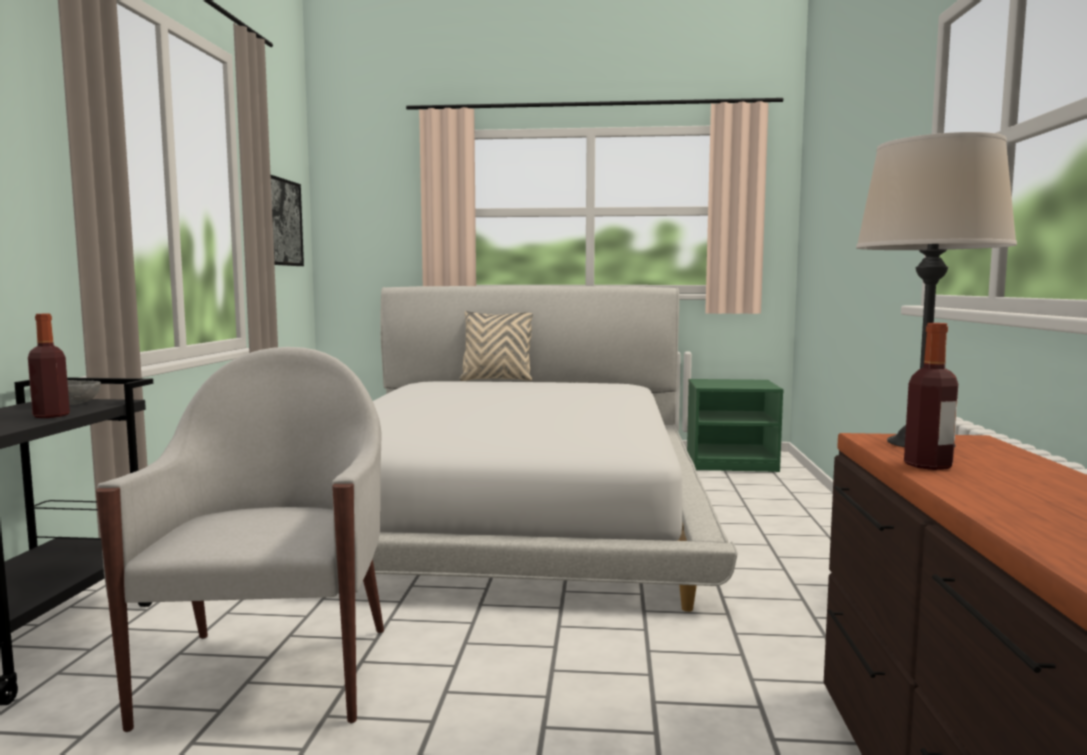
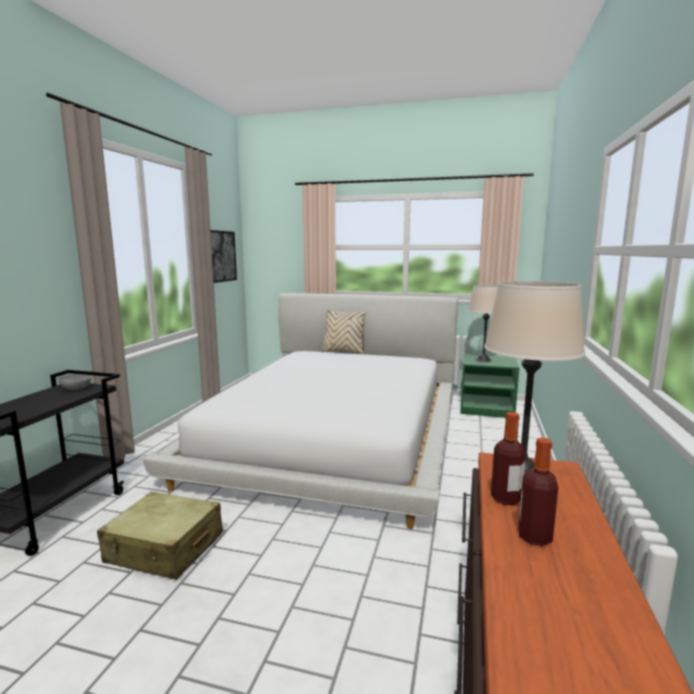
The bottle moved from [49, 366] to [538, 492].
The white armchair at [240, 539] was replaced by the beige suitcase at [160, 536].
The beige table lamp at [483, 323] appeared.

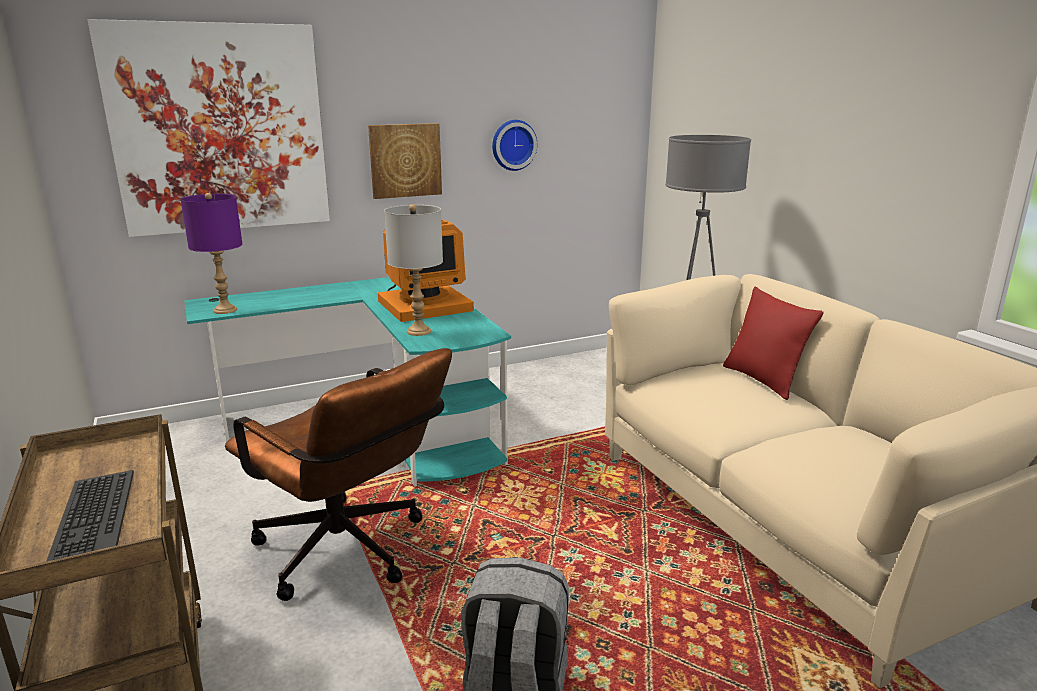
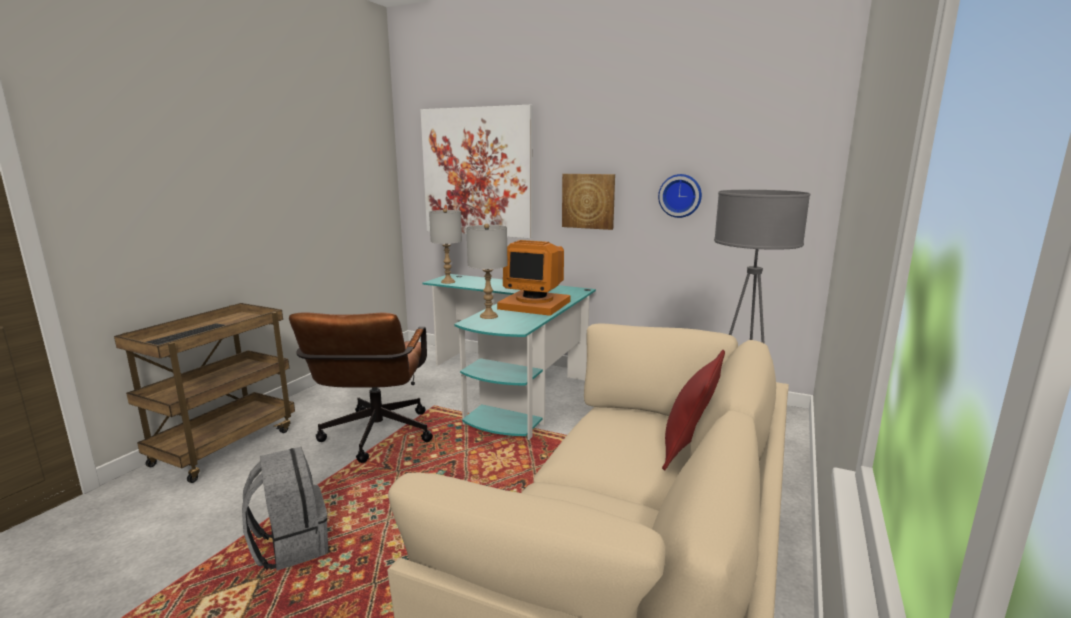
The purple table lamp at [211, 253] became the grey table lamp at [445, 246].

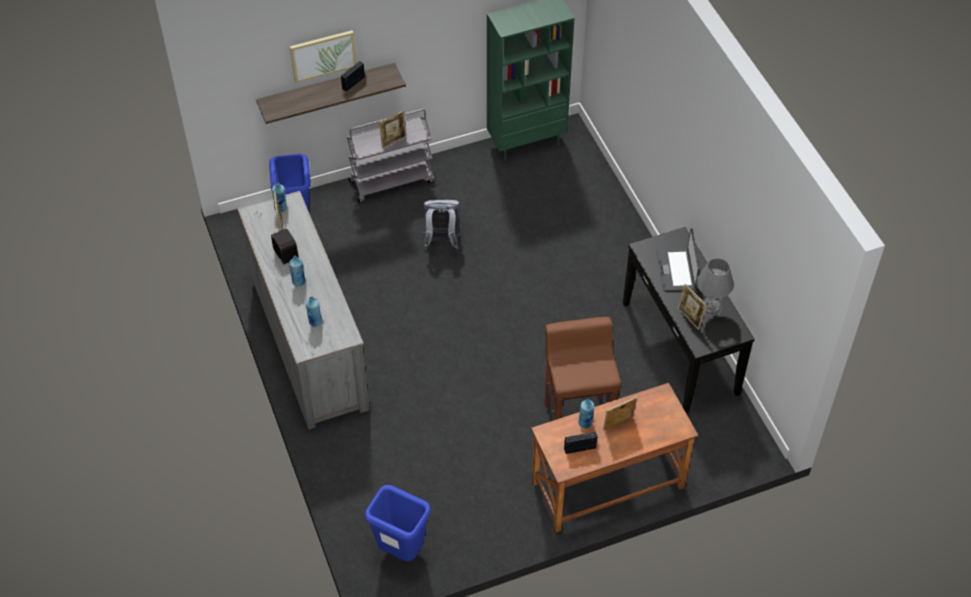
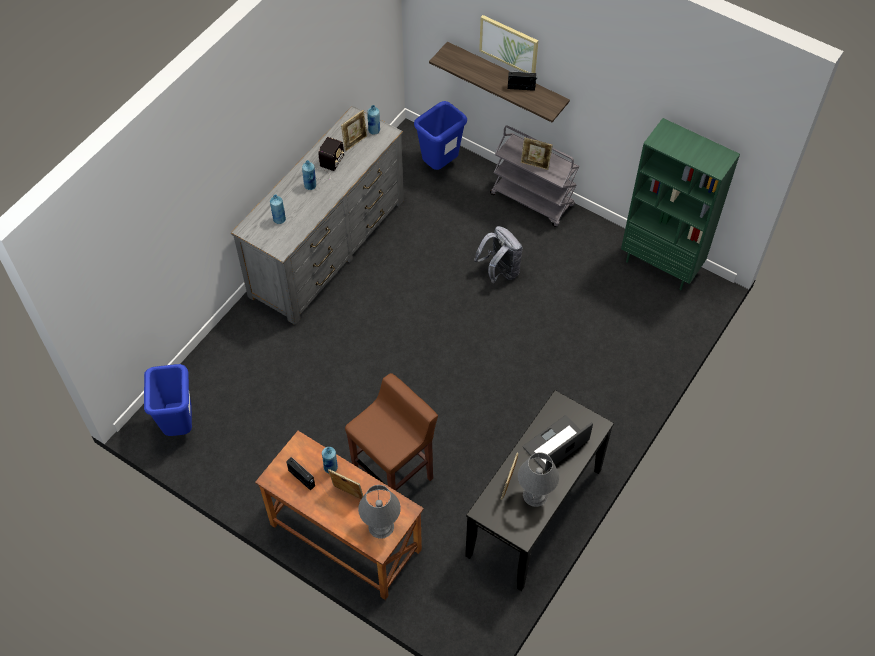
The grey table lamp at [379, 512] appeared.

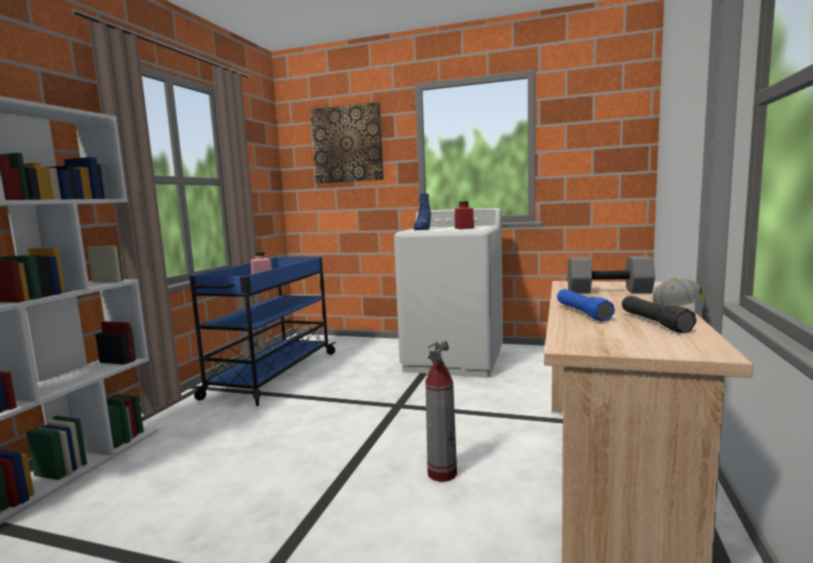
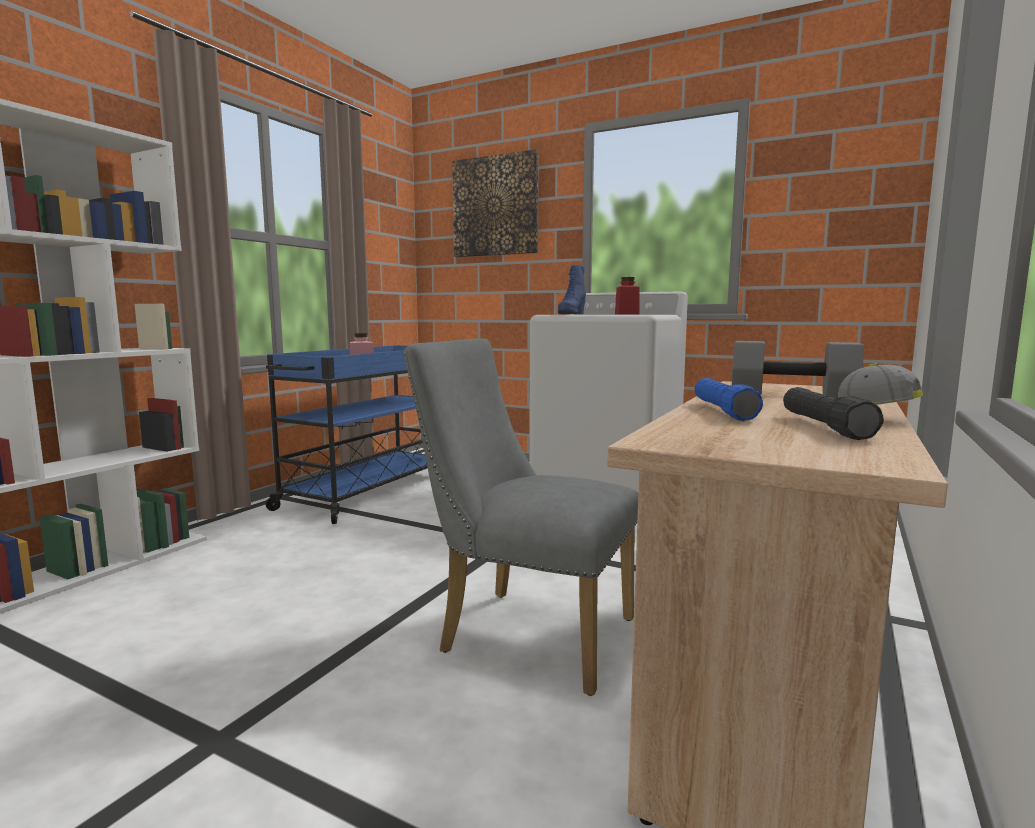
The fire extinguisher at [441, 411] was replaced by the grey chair at [521, 517].

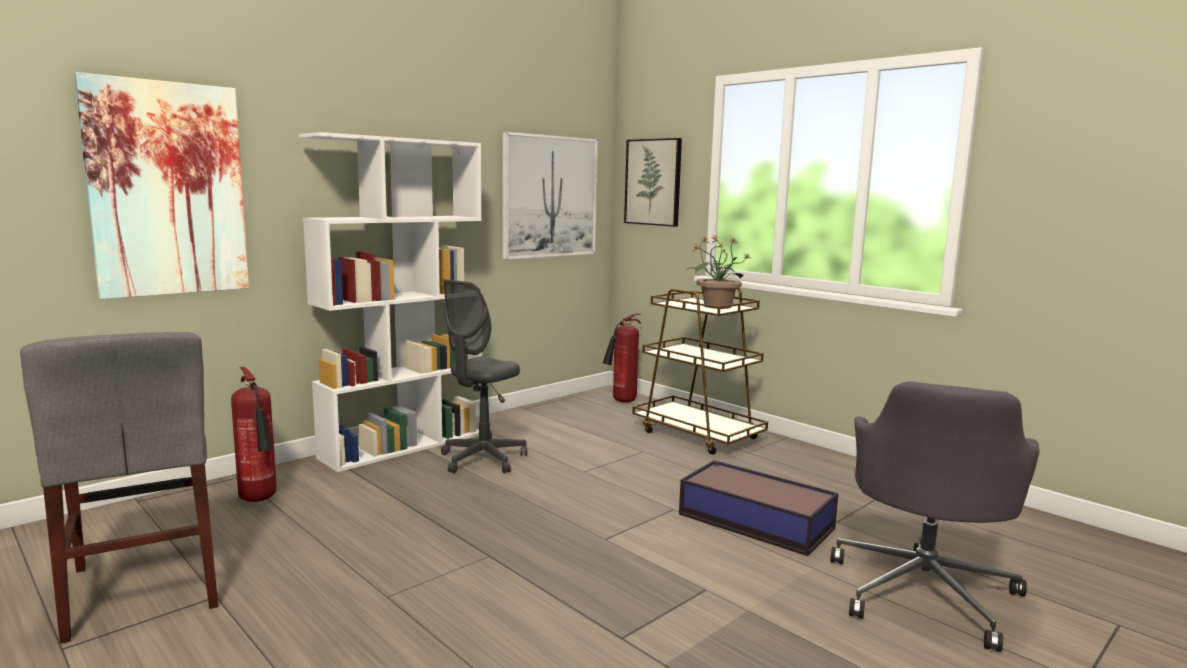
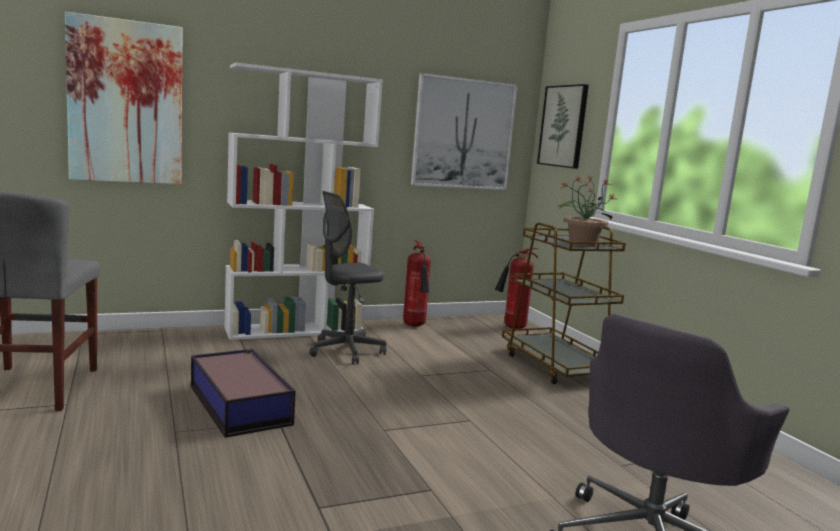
The fire extinguisher moved from [254, 434] to [417, 283].
The storage box moved from [758, 508] to [243, 393].

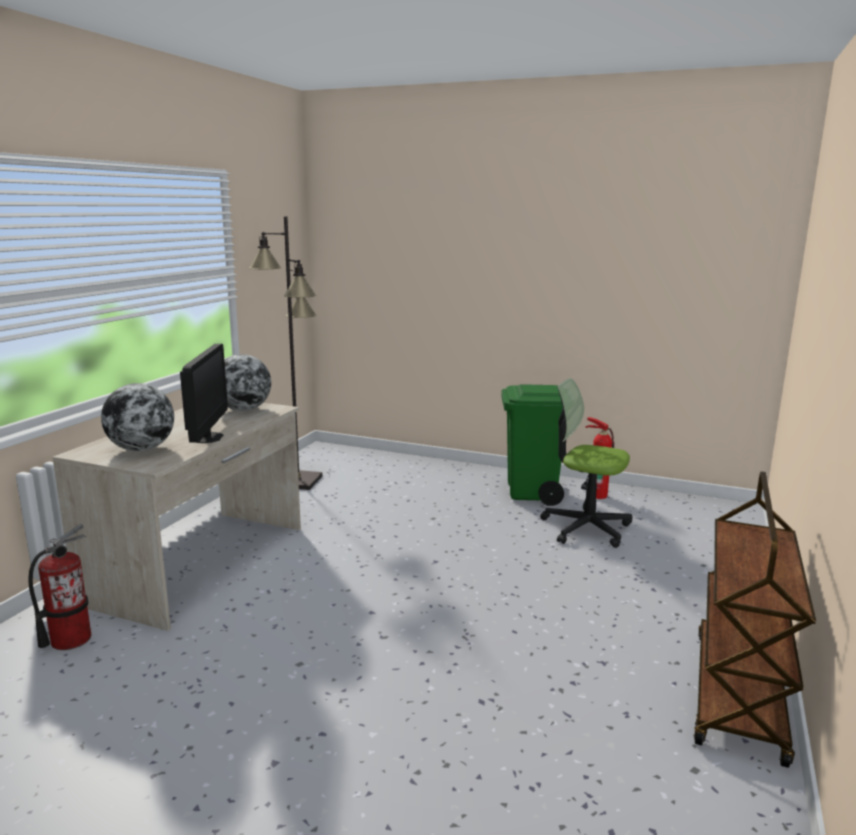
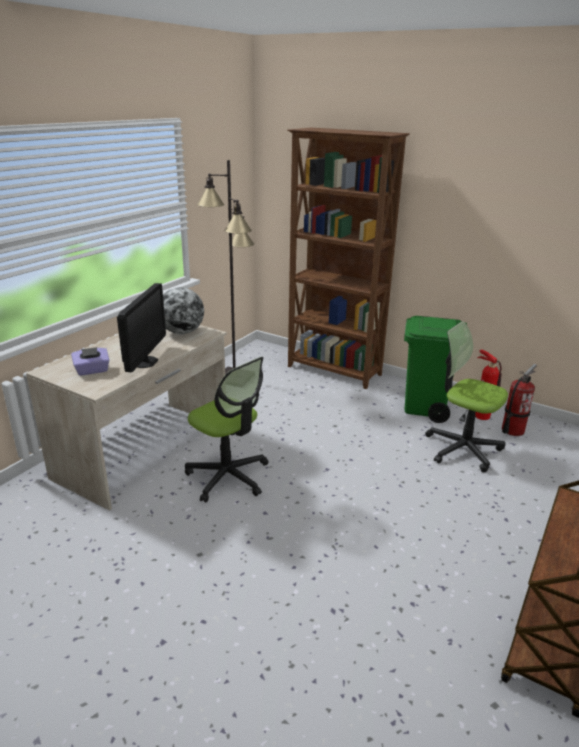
The fire extinguisher moved from [60, 587] to [519, 400].
The globe at [137, 417] was replaced by the purple tissue box at [90, 361].
The office chair at [227, 430] appeared.
The brown bookcase at [348, 258] appeared.

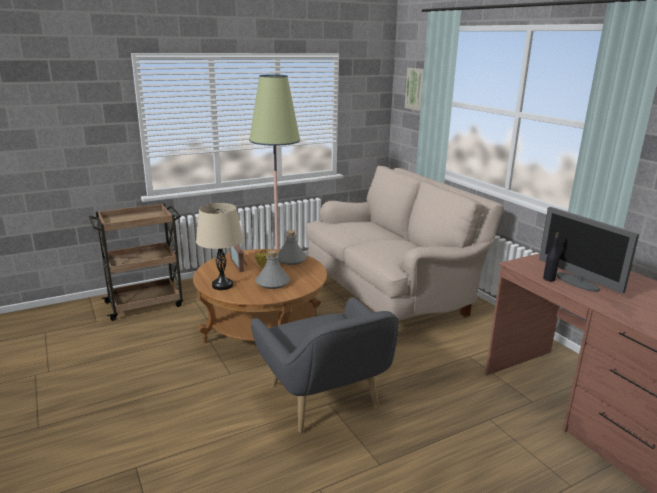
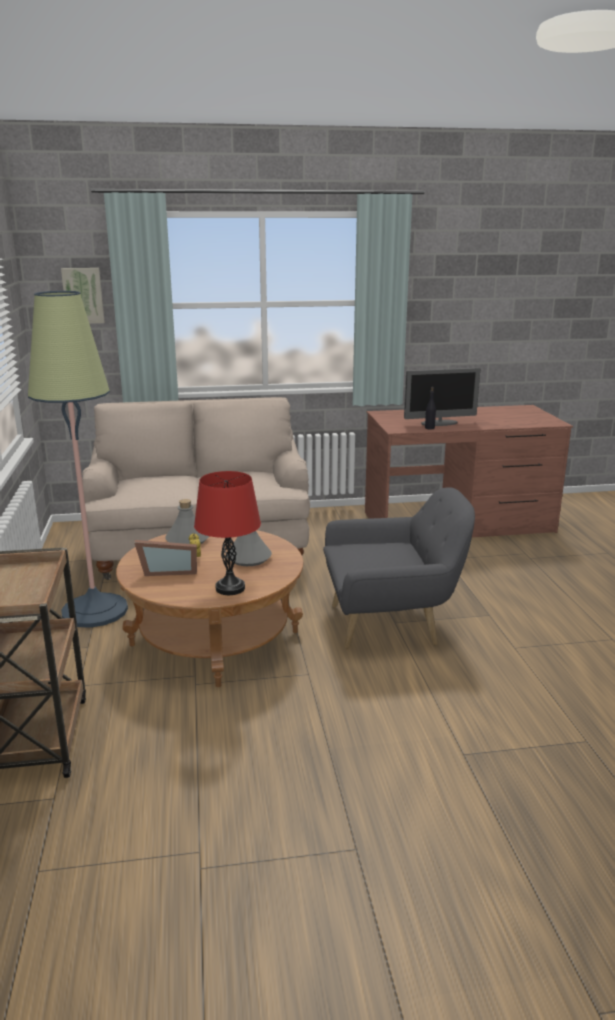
The beige table lamp at [219, 246] became the red table lamp at [227, 533].

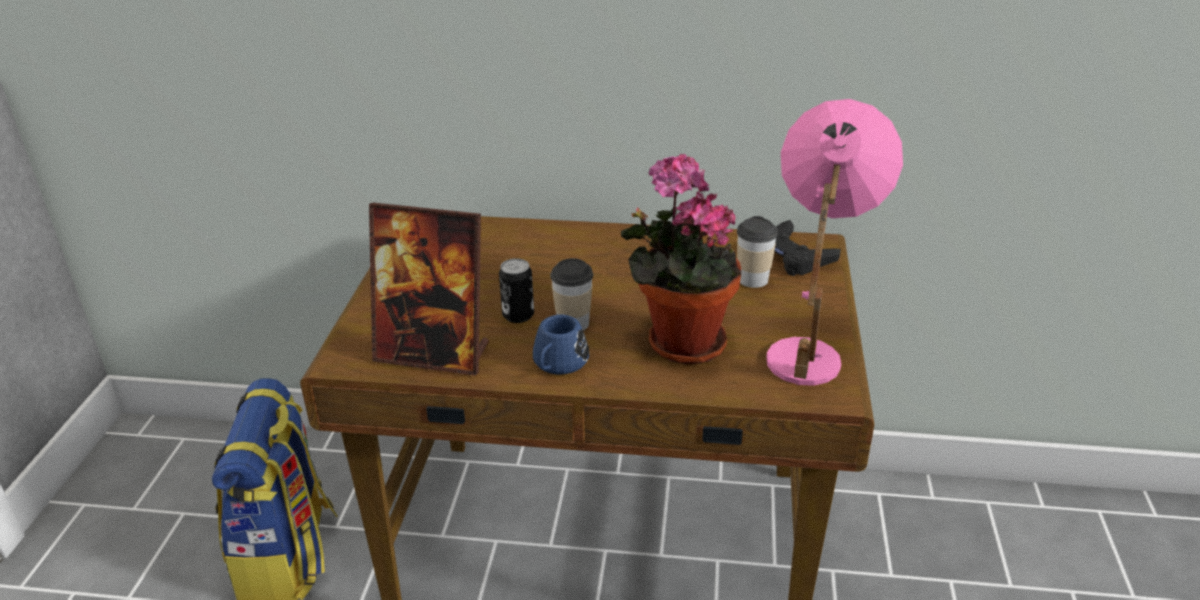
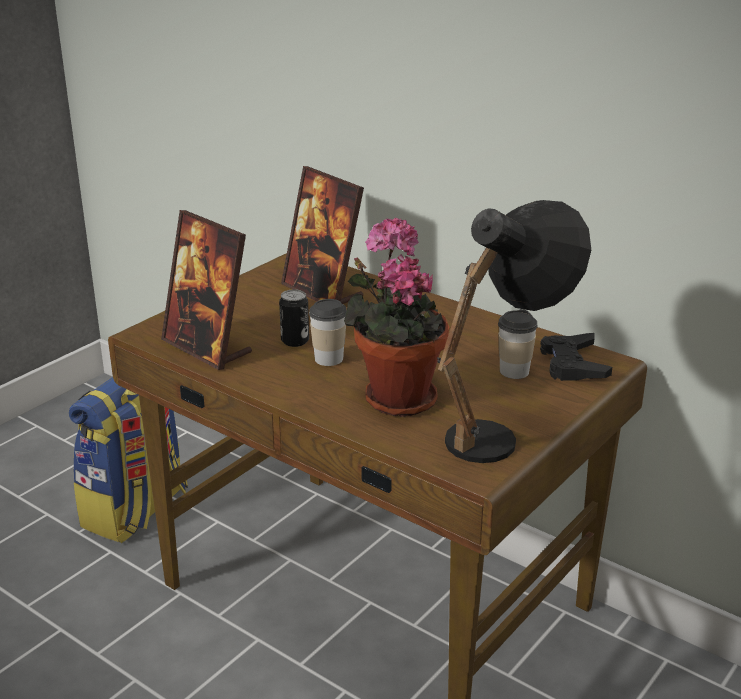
The blue mug at [561, 344] disappeared.
The pink table lamp at [834, 242] became the black table lamp at [514, 331].
The picture frame at [322, 235] appeared.

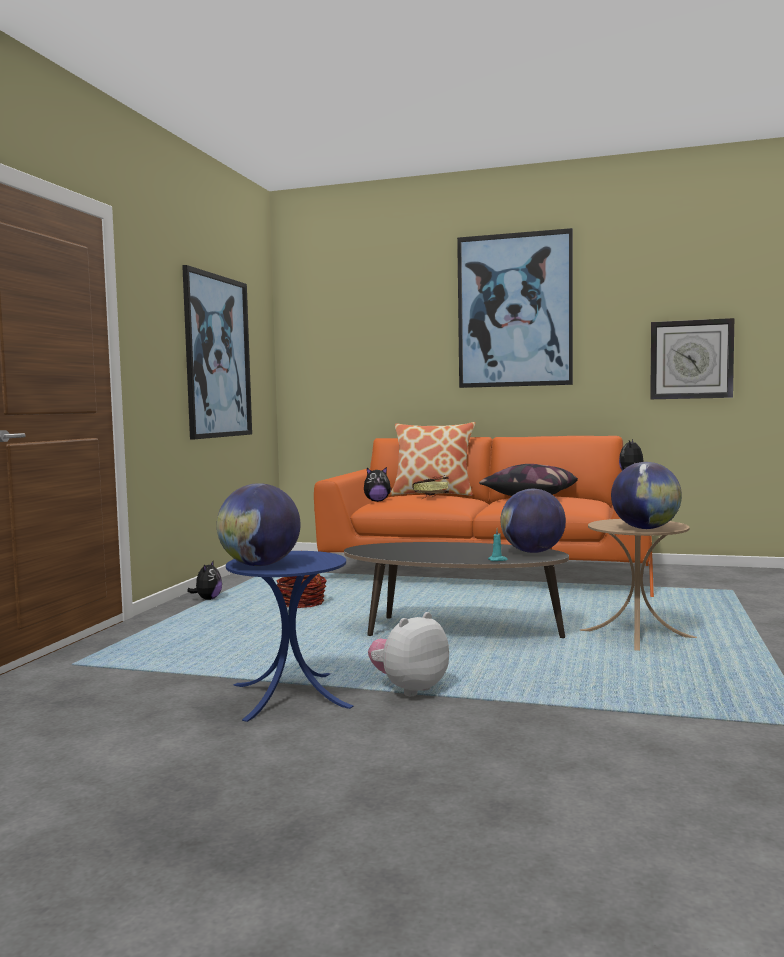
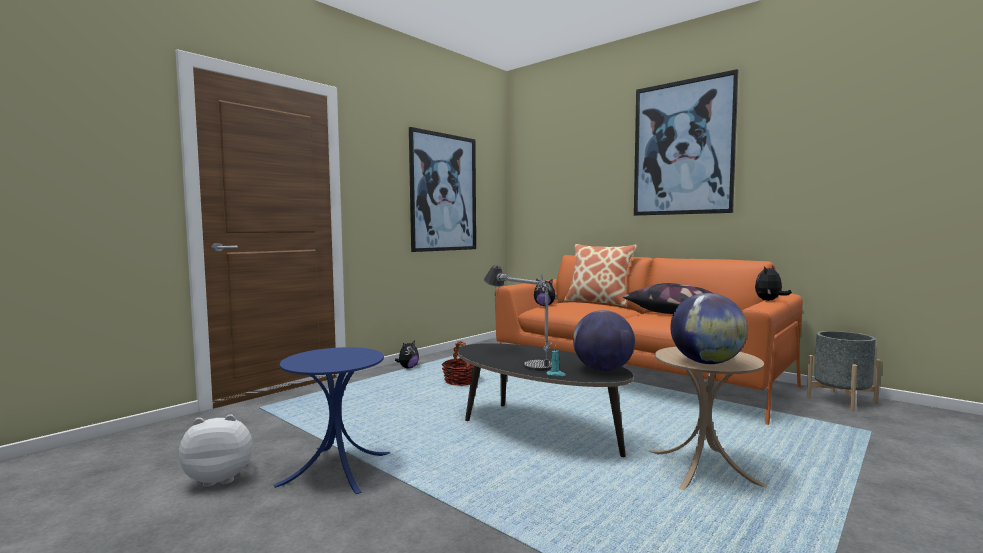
The globe at [259, 524] disappeared.
The plush toy moved from [408, 654] to [215, 450].
The book at [431, 487] disappeared.
The wall clock at [692, 358] disappeared.
The table lamp at [518, 318] appeared.
The grey planter at [843, 371] appeared.

